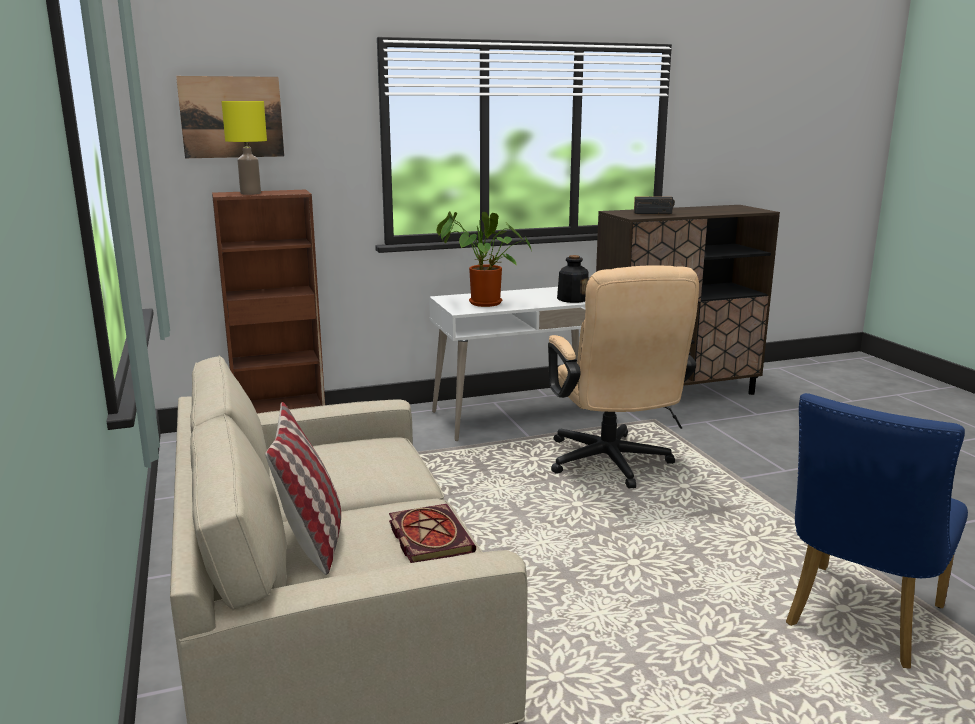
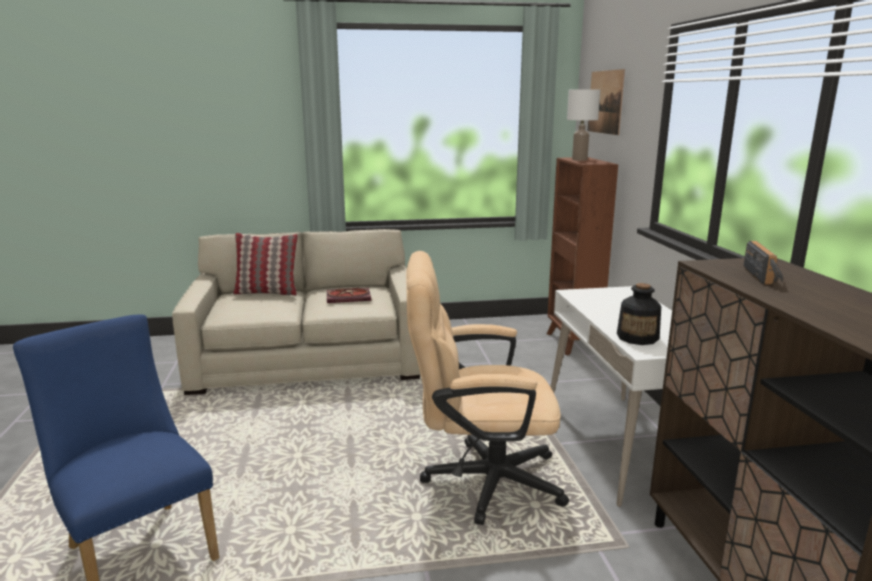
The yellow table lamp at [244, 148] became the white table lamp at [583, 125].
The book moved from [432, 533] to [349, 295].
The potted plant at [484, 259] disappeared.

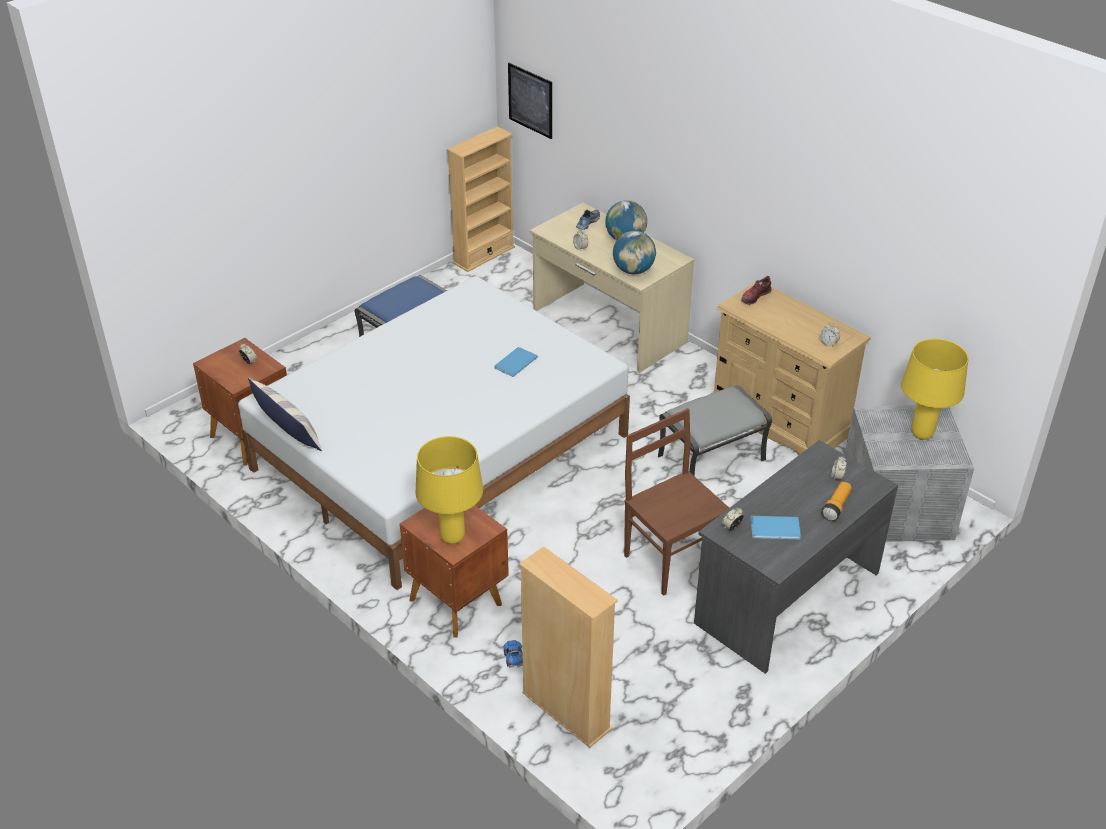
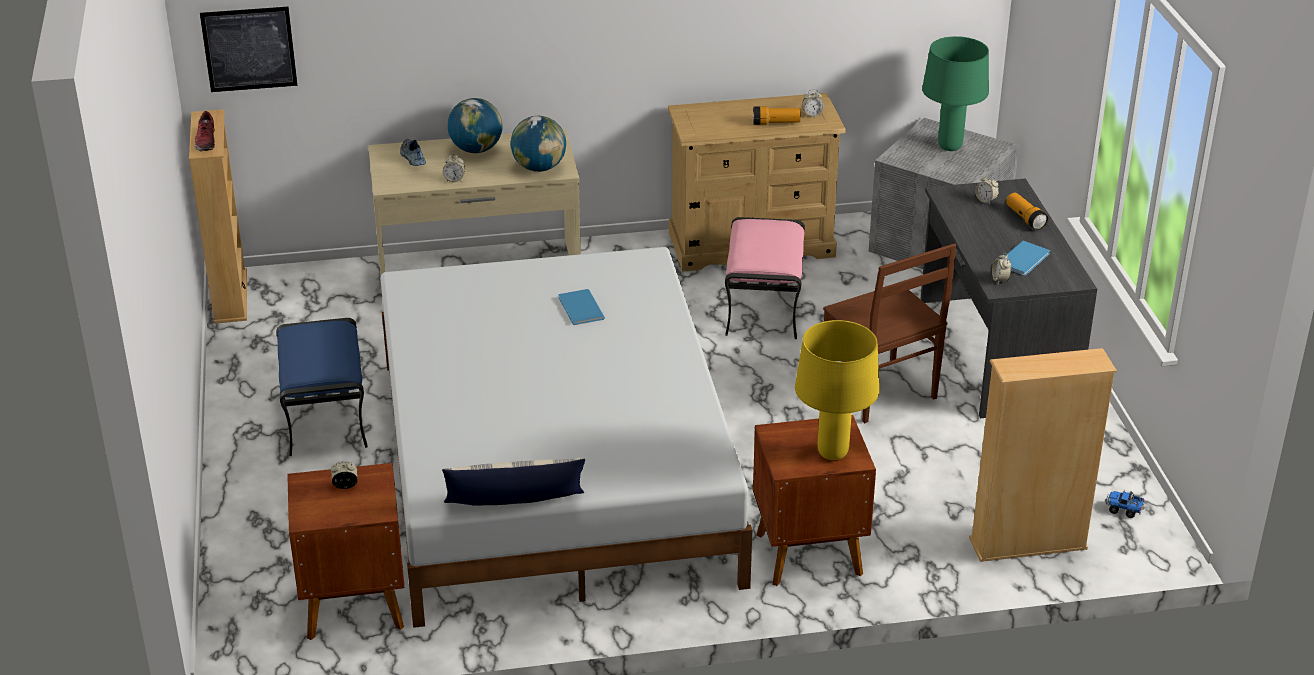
The toy truck moved from [513, 654] to [1125, 504].
The brown chair at [676, 502] turned 120 degrees counterclockwise.
The grey ottoman at [715, 430] became the pink ottoman at [765, 278].
The shoe moved from [756, 290] to [205, 131].
The yellow table lamp at [935, 389] became the green table lamp at [955, 93].
The flashlight at [777, 115] appeared.

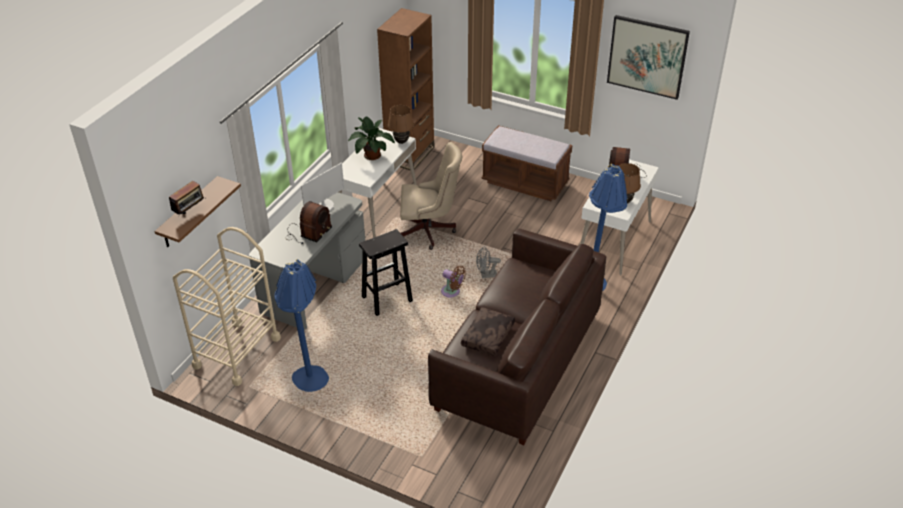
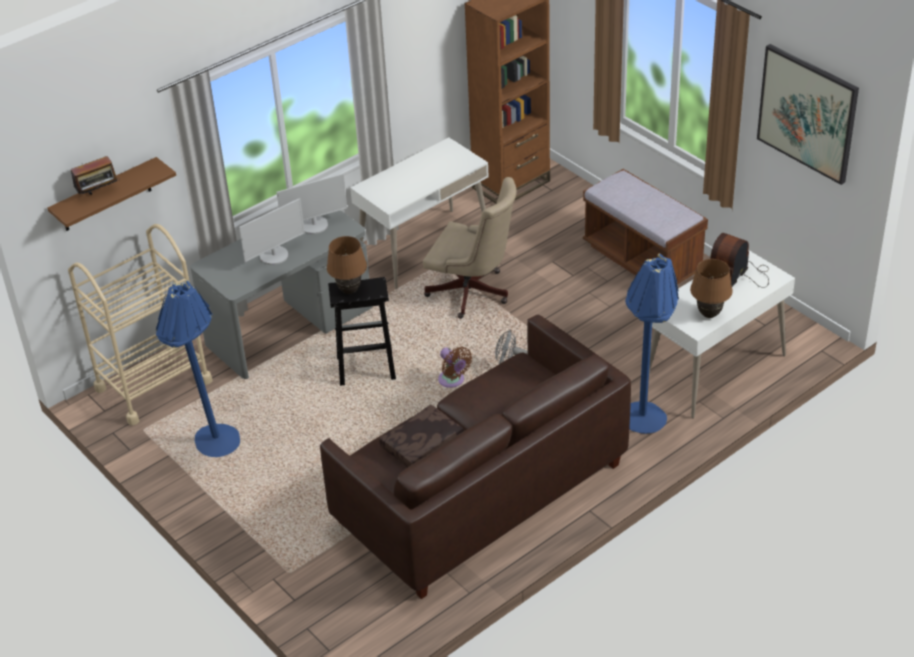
The radio at [309, 223] was replaced by the monitor at [272, 231].
The potted plant at [371, 138] disappeared.
The brown table lamp moved from [401, 124] to [347, 265].

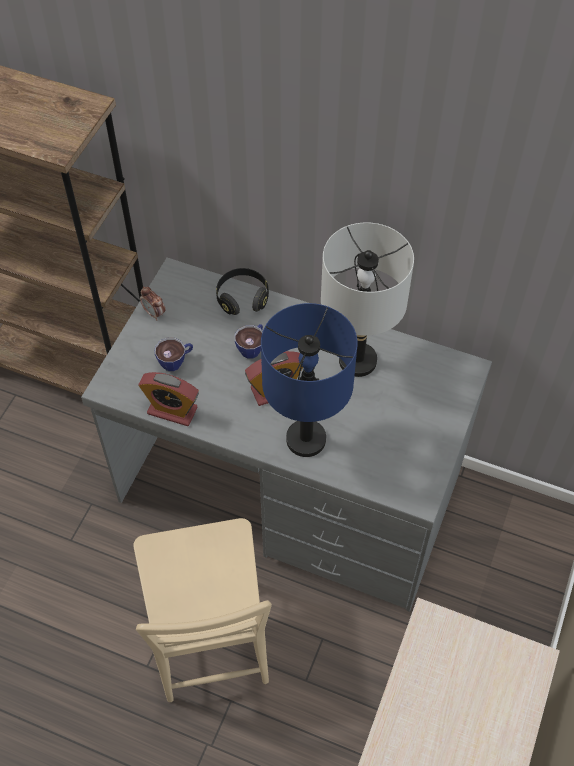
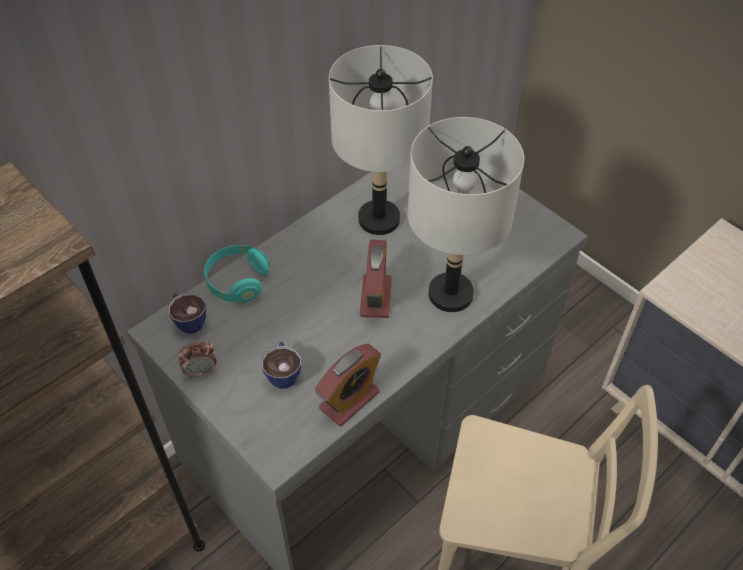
The black headphones at [242, 291] became the turquoise headphones at [237, 273].
The cup moved from [249, 341] to [187, 313].
The blue table lamp at [309, 380] became the grey table lamp at [466, 214].

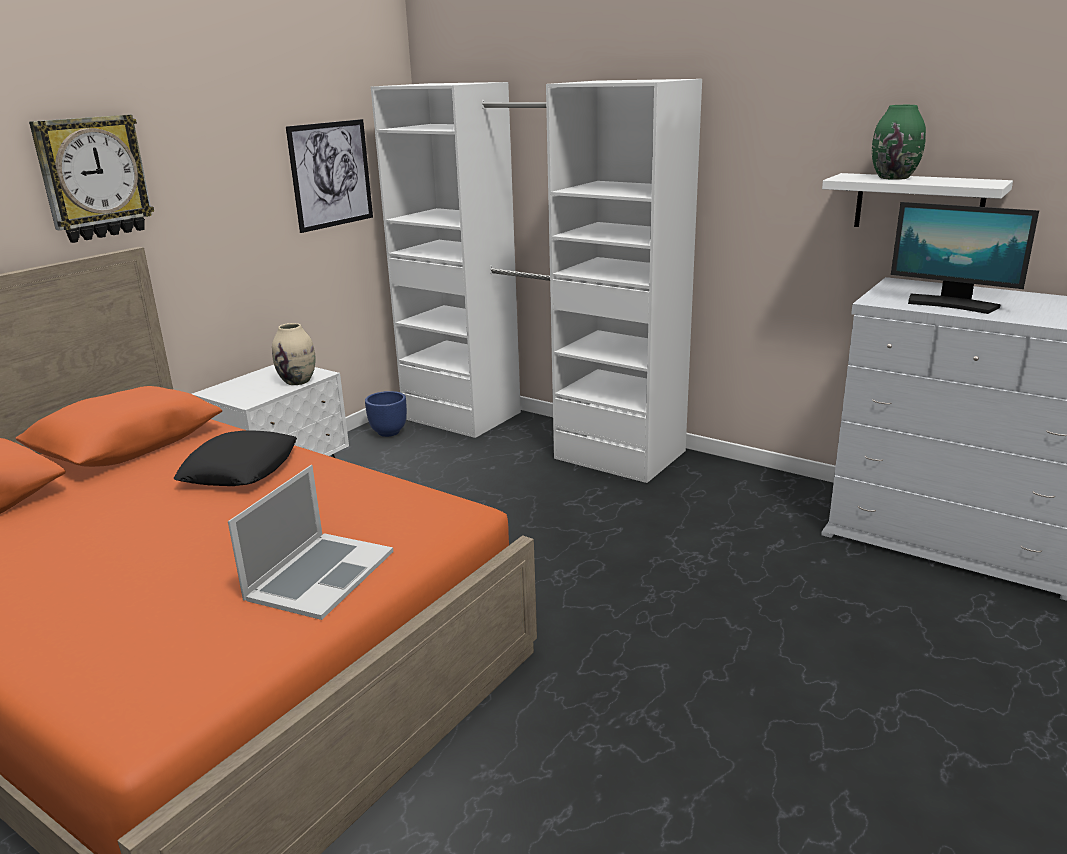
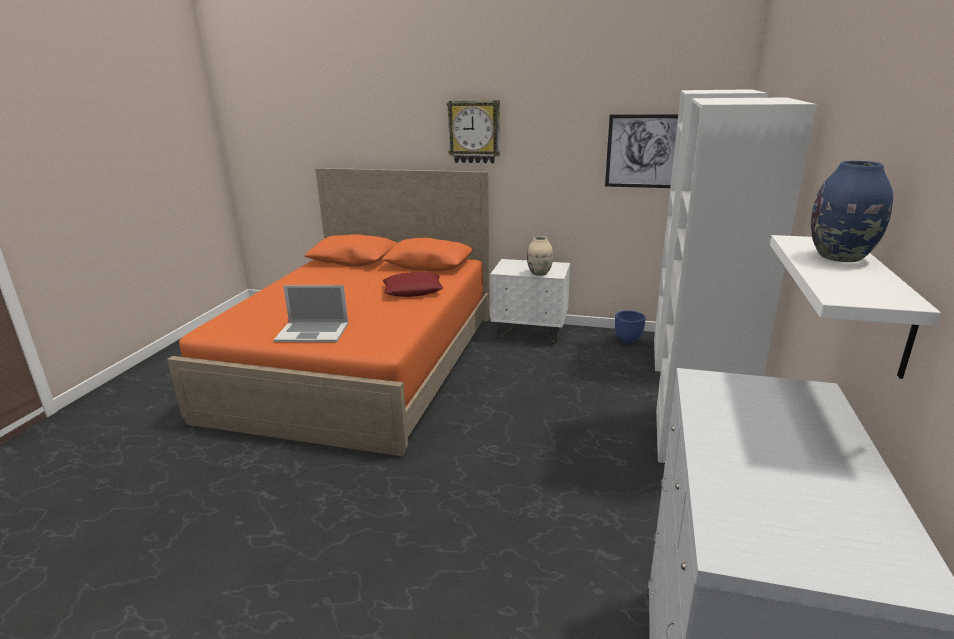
The black pillow at [235, 458] became the red pillow at [413, 284].
The green vase at [899, 142] became the blue vase at [852, 211].
The monitor at [965, 258] disappeared.

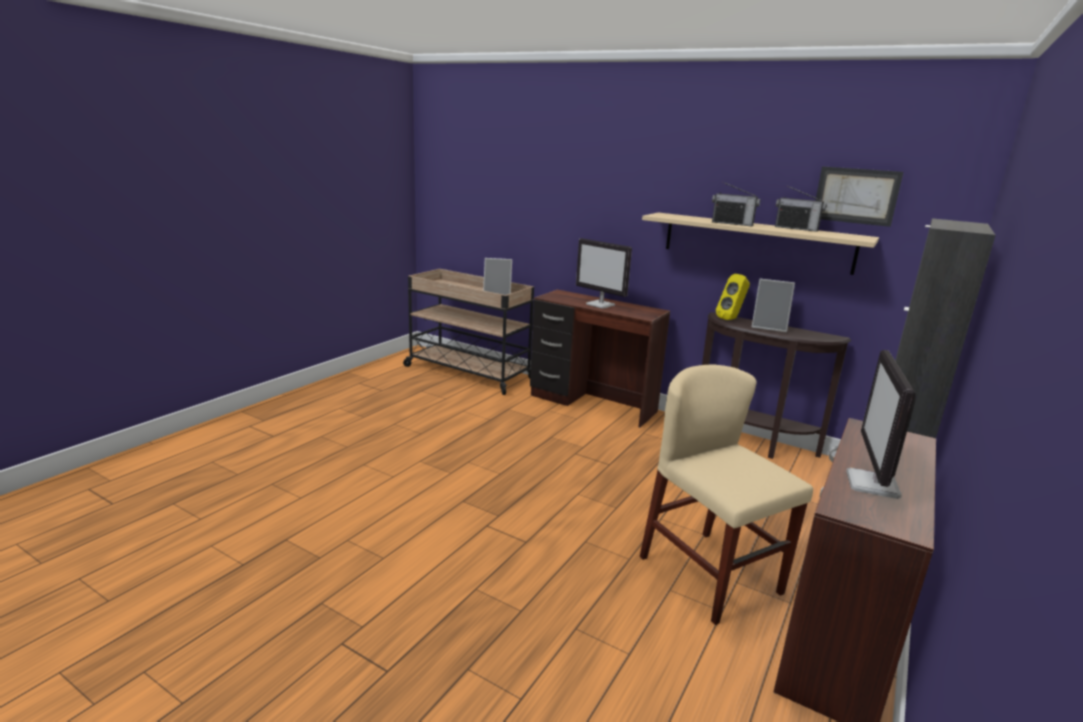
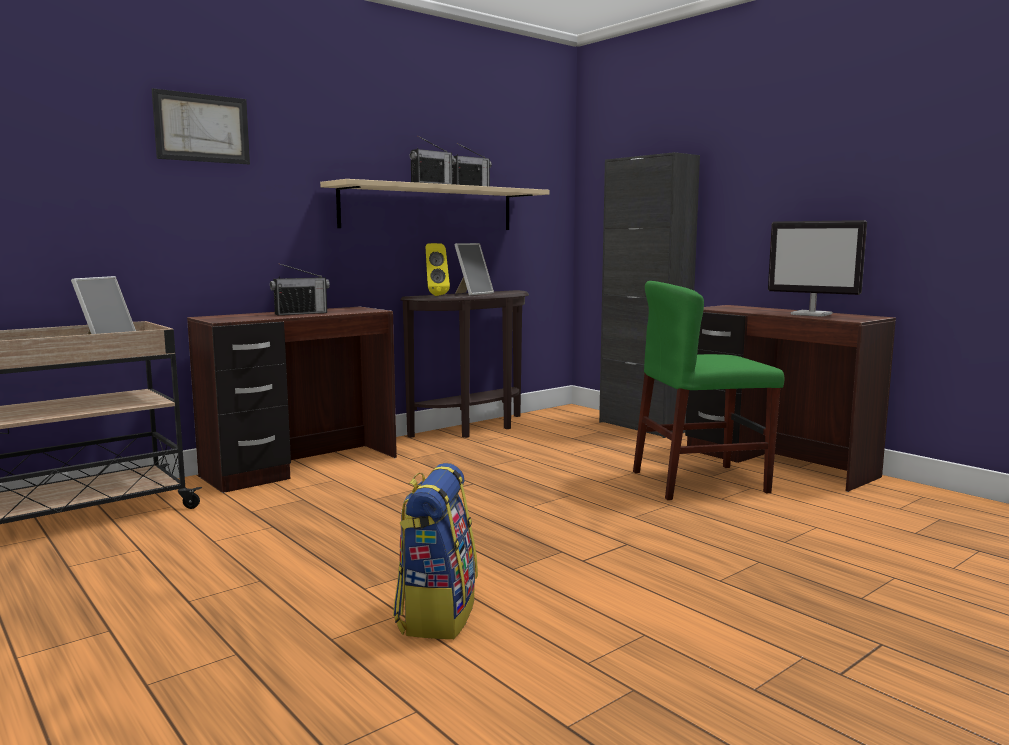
The monitor at [604, 273] was replaced by the radio at [300, 289].
The beige chair at [726, 494] became the green chair at [708, 390].
The picture moved from [859, 196] to [201, 126].
The backpack at [435, 551] appeared.

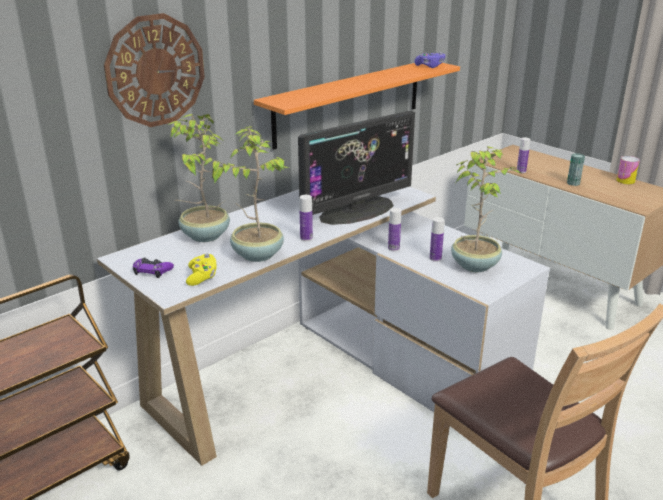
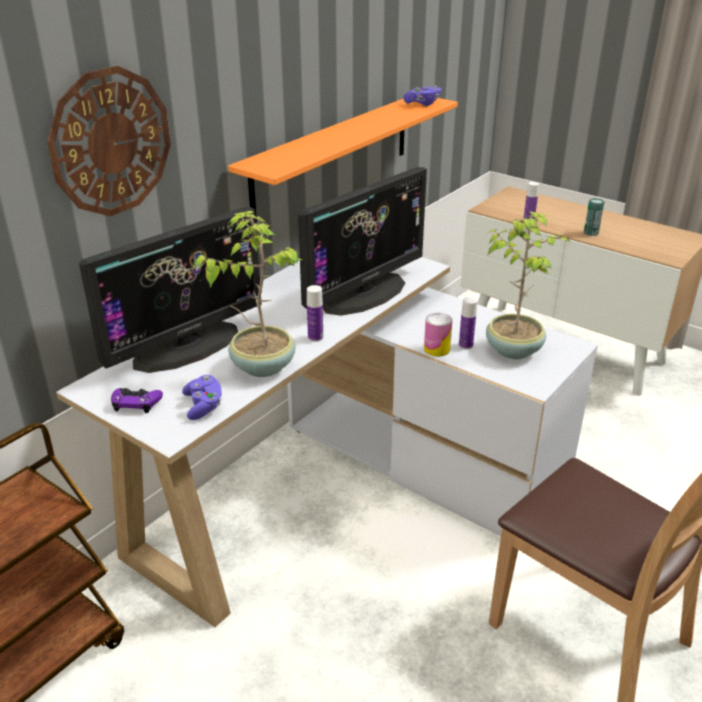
The potted plant at [199, 178] was replaced by the monitor at [170, 290].
The yellow game controller at [201, 270] became the purple game controller at [202, 397].
The bottle at [394, 229] disappeared.
The can moved from [628, 170] to [438, 334].

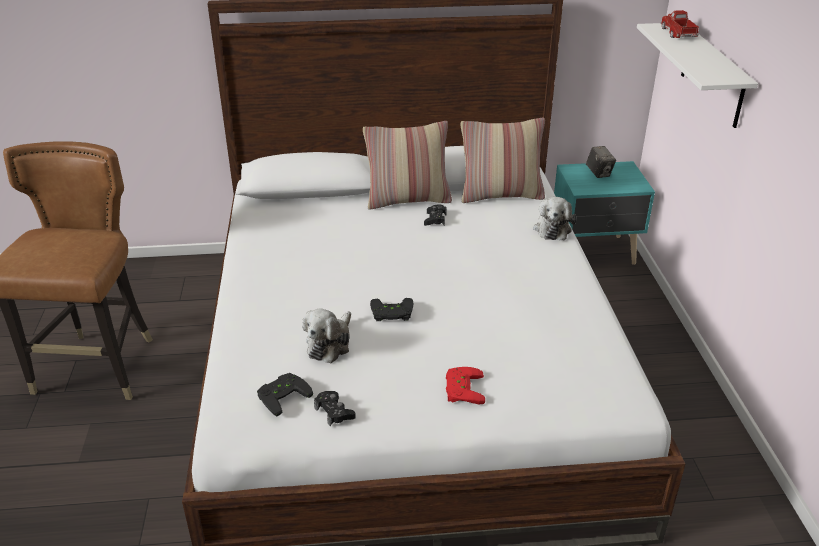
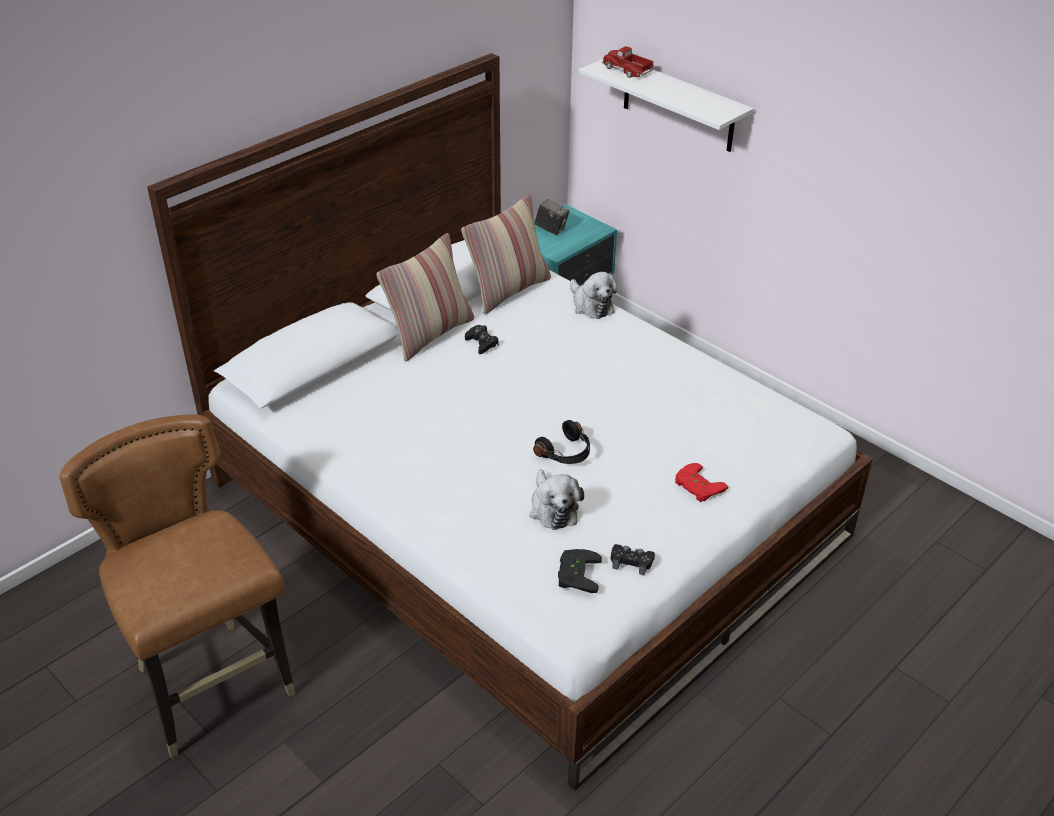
The black game controller at [391, 309] was replaced by the black headphones at [561, 442].

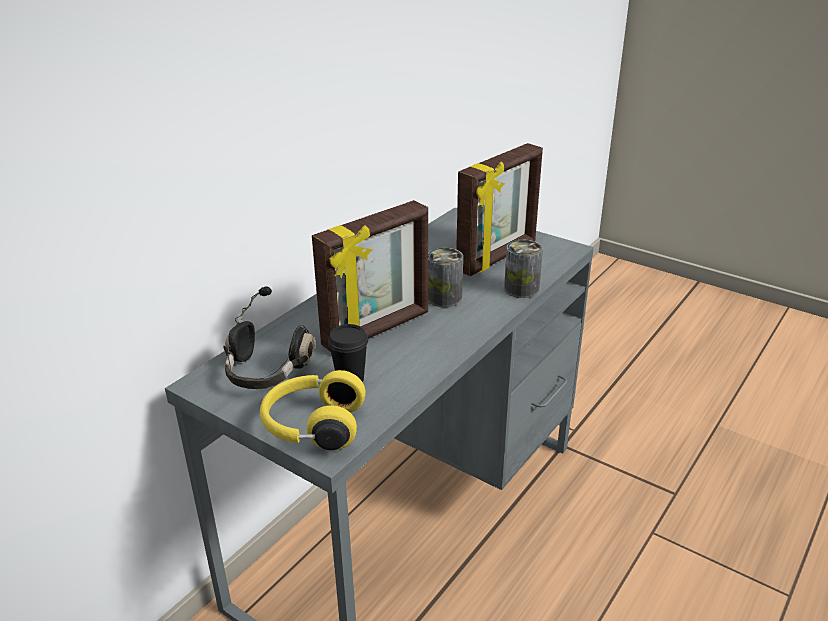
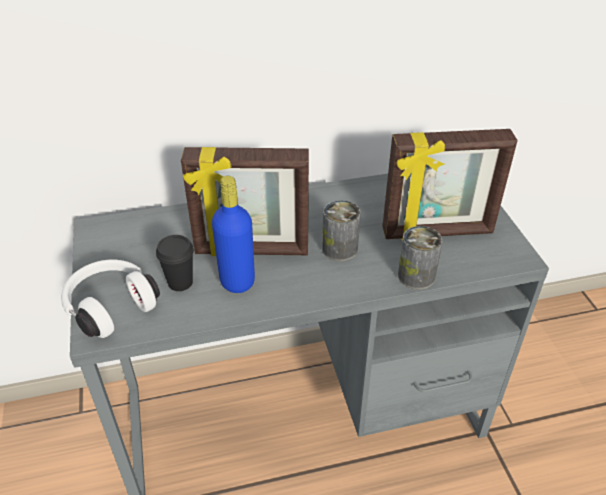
The black headphones at [269, 337] disappeared.
The yellow headphones at [313, 410] became the white headphones at [110, 299].
The blue bottle at [233, 234] appeared.

